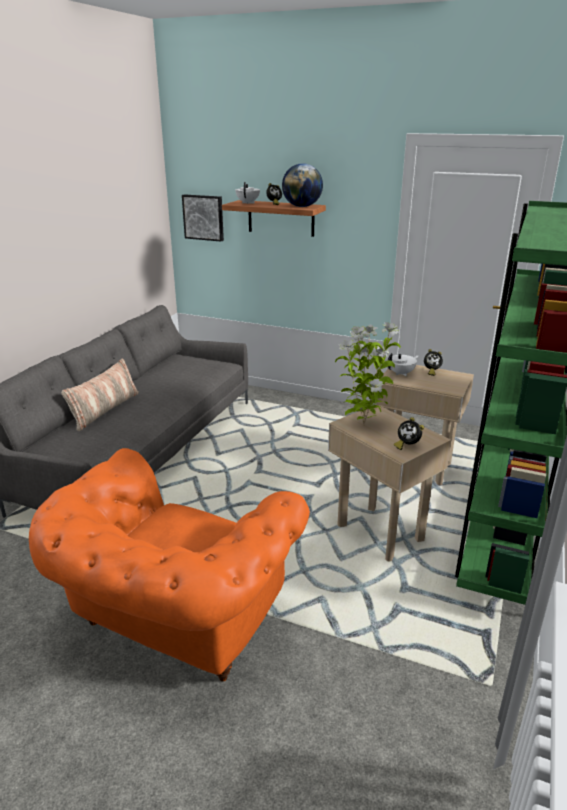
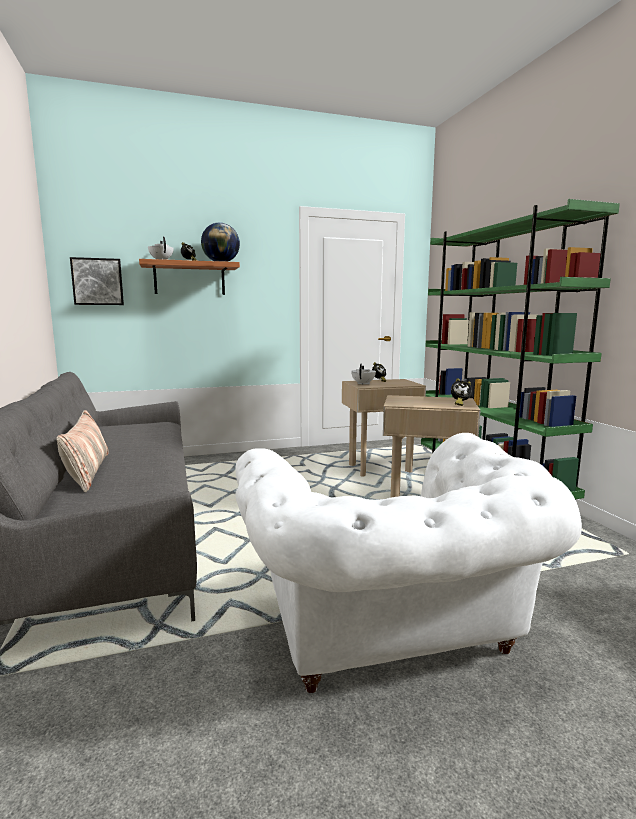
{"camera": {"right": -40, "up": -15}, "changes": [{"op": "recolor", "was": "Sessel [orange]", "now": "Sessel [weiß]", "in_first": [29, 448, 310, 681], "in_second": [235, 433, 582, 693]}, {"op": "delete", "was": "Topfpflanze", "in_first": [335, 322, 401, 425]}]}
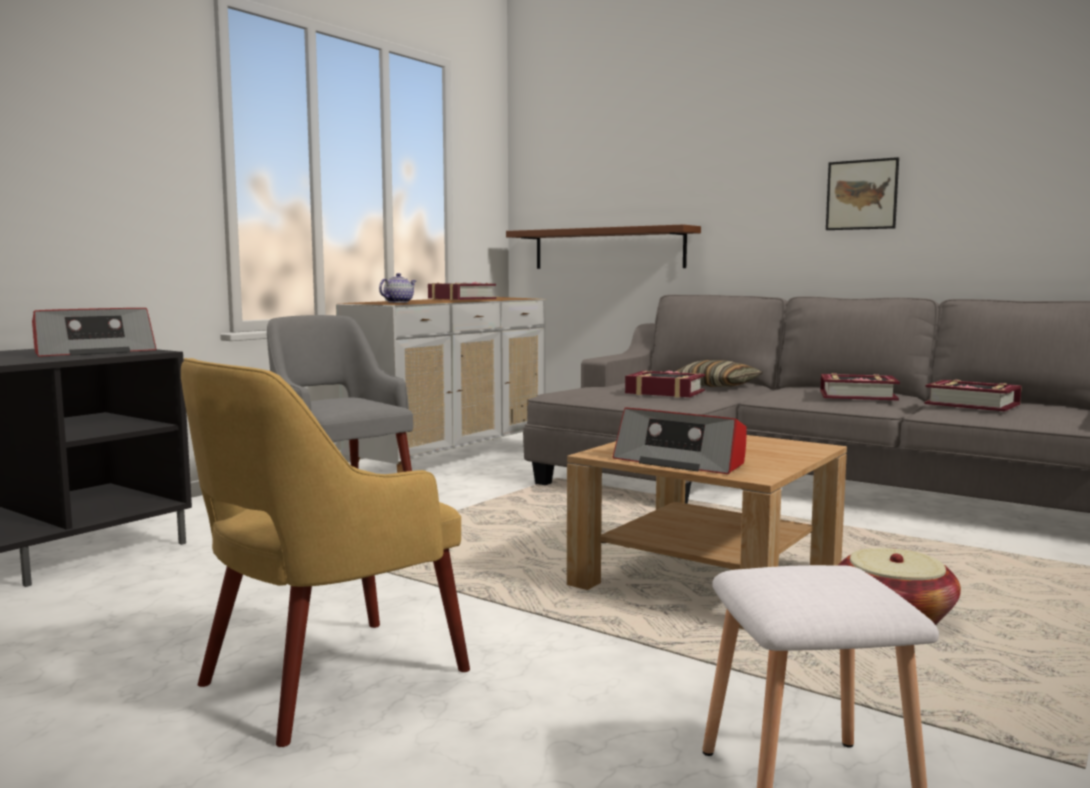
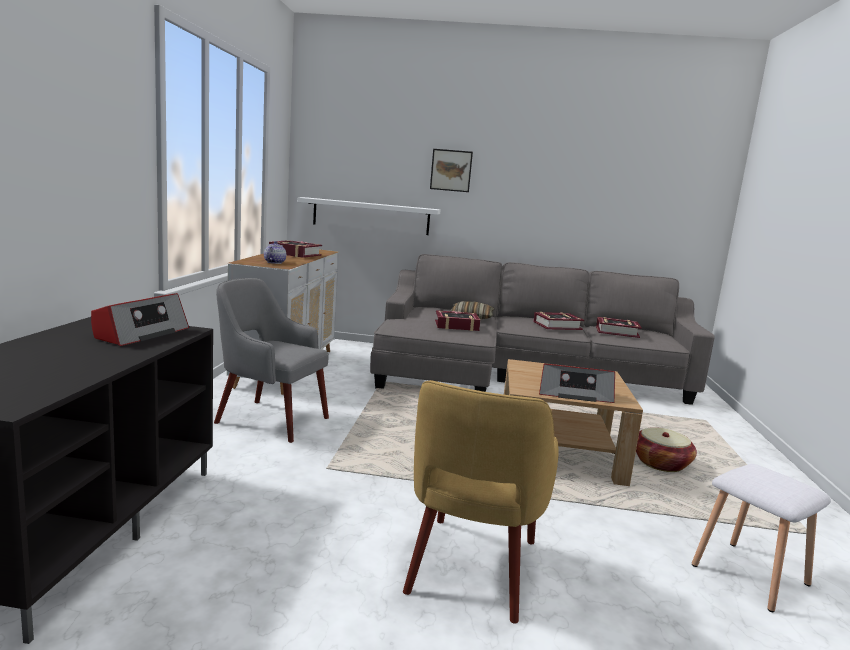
{"camera": {"right": -30, "up": 5}, "changes": [{"op": "recolor", "was": "Wandregal [braun]", "now": "Wandregal [weiß]", "in_first": [506, 224, 701, 269], "in_second": [297, 197, 441, 235]}, {"op": "move", "was": "Bild", "in_first": [826, 157, 899, 230], "in_second": [430, 149, 473, 192]}]}
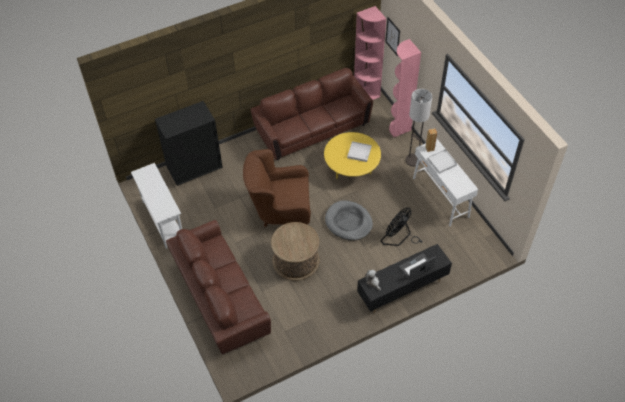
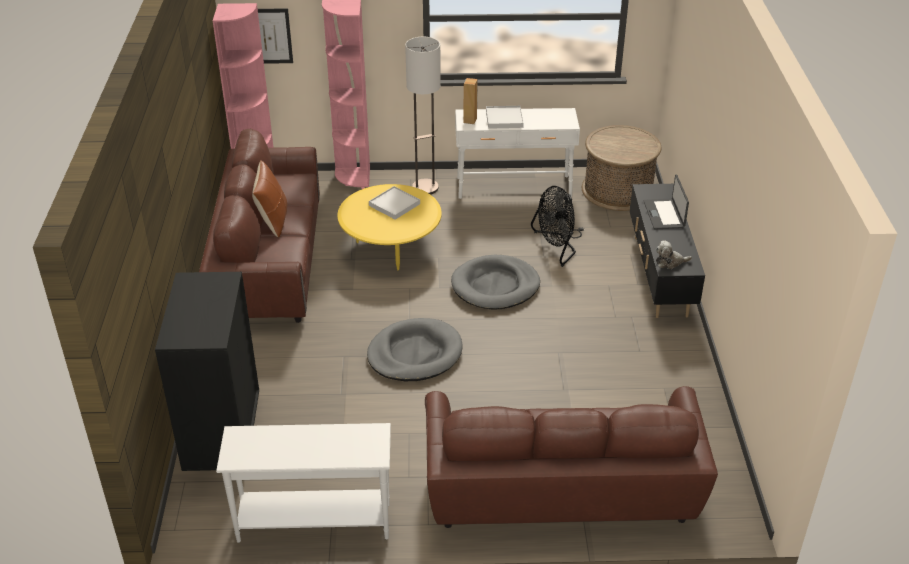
{"camera": {"right": -65, "up": -15}, "changes": [{"op": "insert", "now": "Kissen [braun]", "in_second": [252, 160, 287, 238]}, {"op": "replace", "was": "Sessel [braun]", "now": "Hundebett [grau]", "in_first": [243, 149, 311, 227], "in_second": [367, 318, 463, 381]}, {"op": "move", "was": "Couchtisch [braun]", "in_first": [271, 222, 320, 281], "in_second": [582, 125, 661, 211]}]}
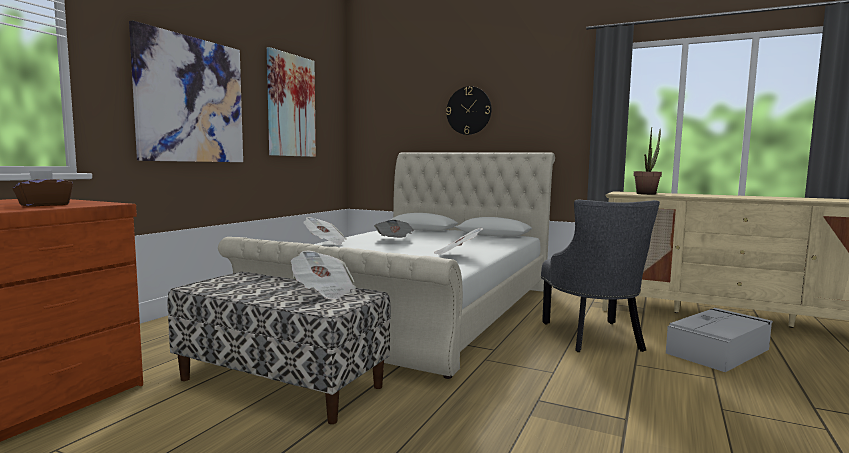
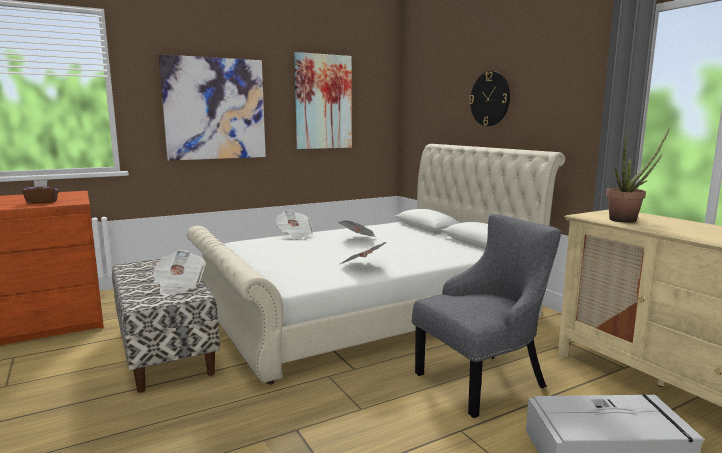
{"camera": {"right": 35, "up": 5}, "changes": [{"op": "rotate", "was": "Sessel [grau]", "in_first": [541, 200, 660, 352], "in_second": [411, 214, 561, 418], "clockwise": -150}]}
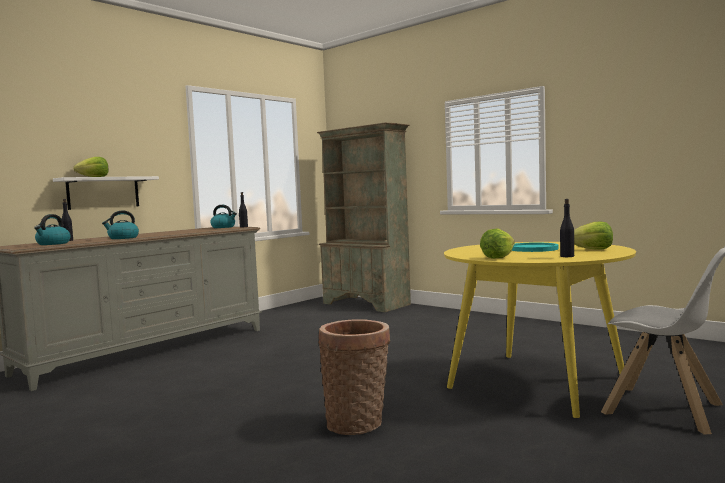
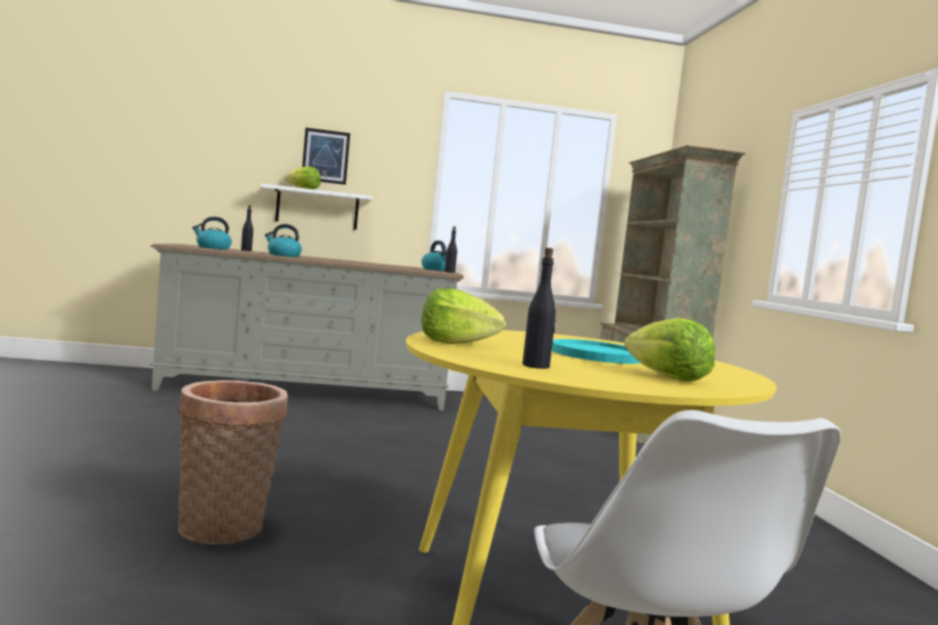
{"camera": {"right": 40, "up": 0}, "changes": [{"op": "insert", "now": "Bild", "in_second": [302, 128, 350, 185]}]}
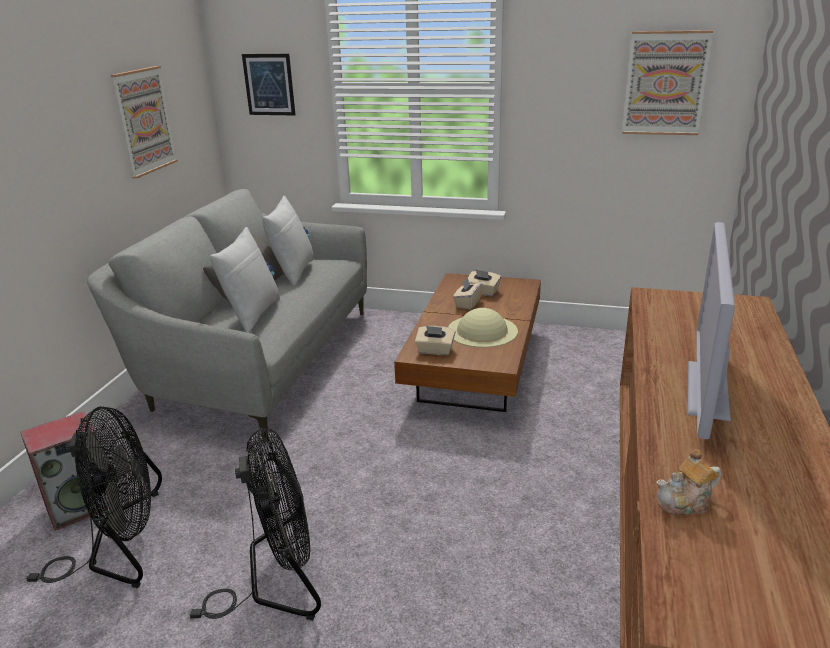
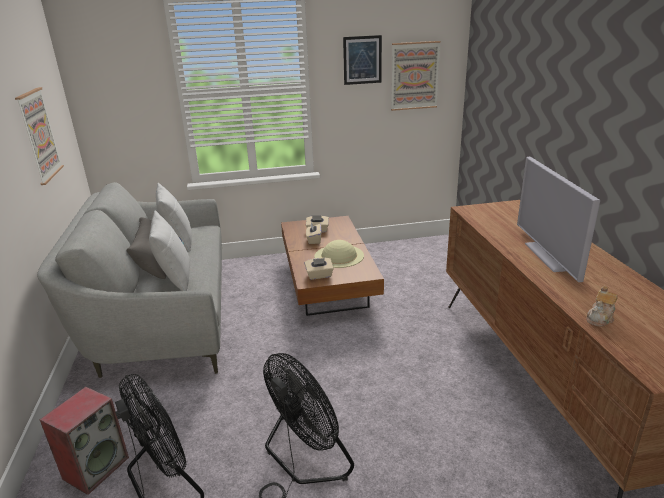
{"camera": {"right": -25, "up": 0}, "changes": [{"op": "move", "was": "Bild", "in_first": [242, 54, 295, 116], "in_second": [343, 35, 382, 85]}]}
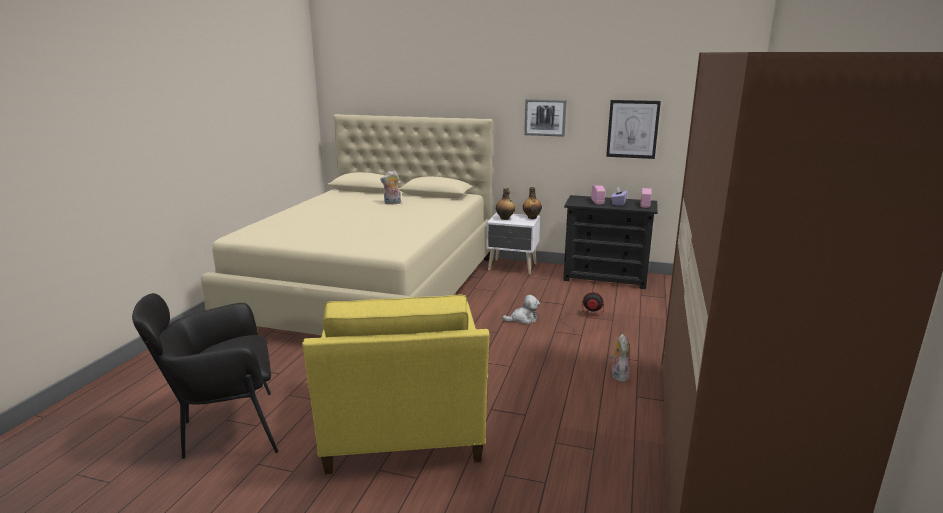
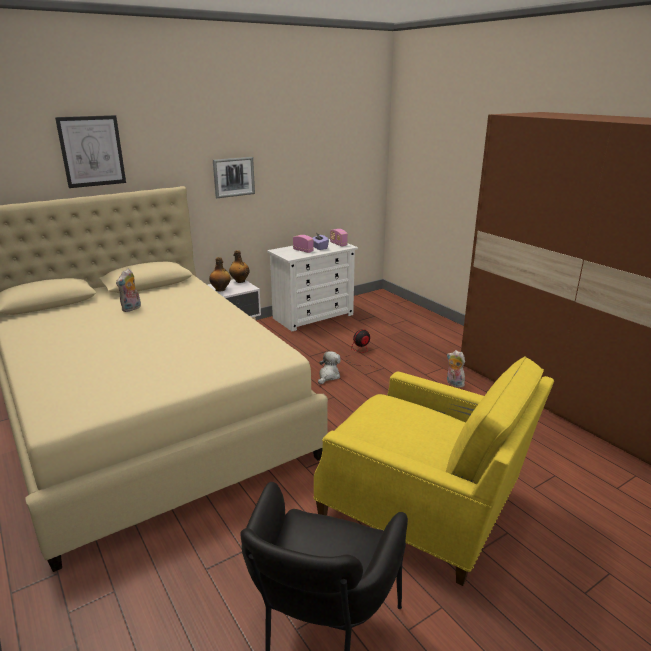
{"camera": {"right": -50, "up": 5}, "changes": [{"op": "move", "was": "Bild", "in_first": [606, 100, 661, 159], "in_second": [55, 115, 126, 188]}, {"op": "recolor", "was": "Kommode [schwarz]", "now": "Kommode [weiß]", "in_first": [563, 195, 658, 289], "in_second": [267, 239, 358, 331]}]}
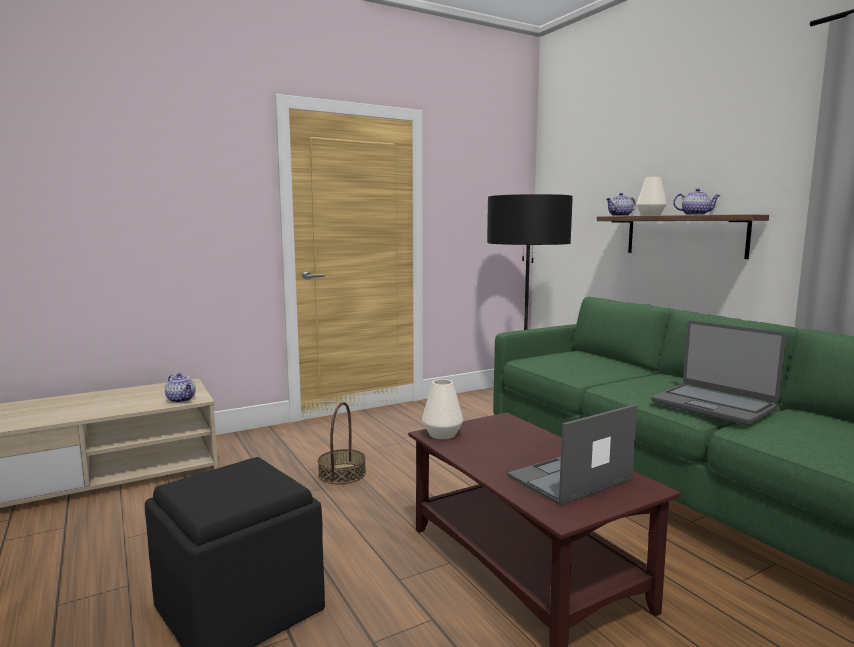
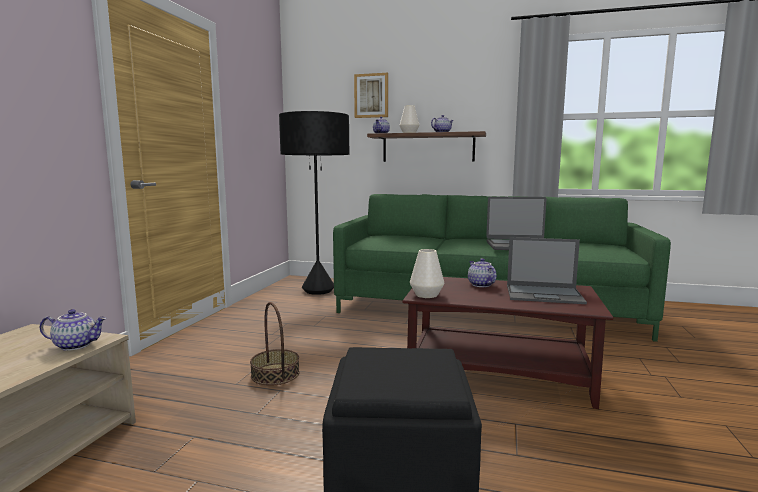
{"camera": {"right": -45, "up": 0}, "changes": [{"op": "insert", "now": "Bild", "in_second": [354, 73, 388, 118]}, {"op": "insert", "now": "Teekanne", "in_second": [468, 258, 496, 287]}, {"op": "rotate", "was": "Laptop", "in_first": [507, 404, 637, 506], "in_second": [507, 237, 587, 304], "clockwise": -90}]}
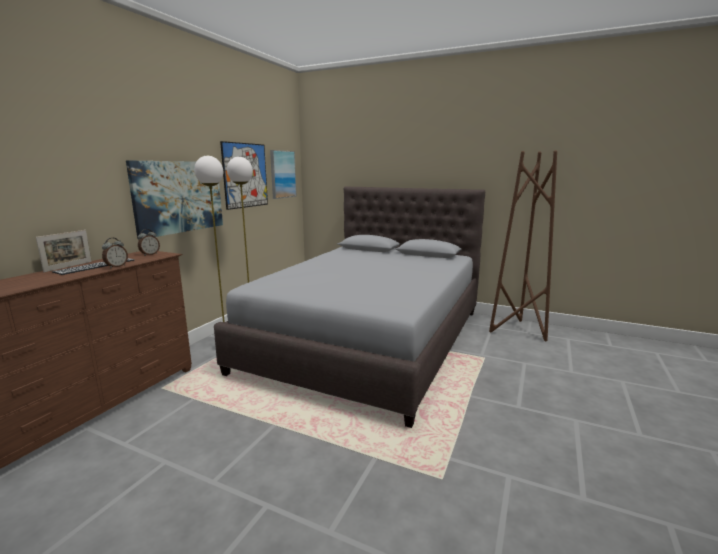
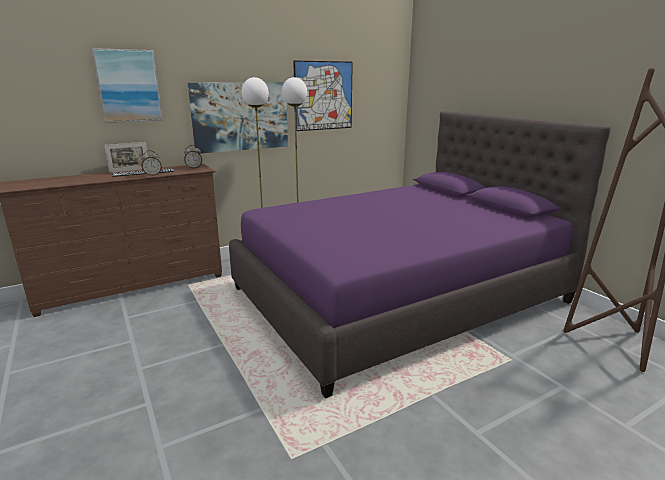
{"camera": {"right": 35, "up": 5}, "changes": [{"op": "move", "was": "Bild", "in_first": [270, 150, 297, 199], "in_second": [92, 48, 163, 123]}, {"op": "recolor", "was": "Bett [grau]", "now": "Bett [lila]", "in_first": [214, 186, 485, 428], "in_second": [229, 111, 611, 398]}]}
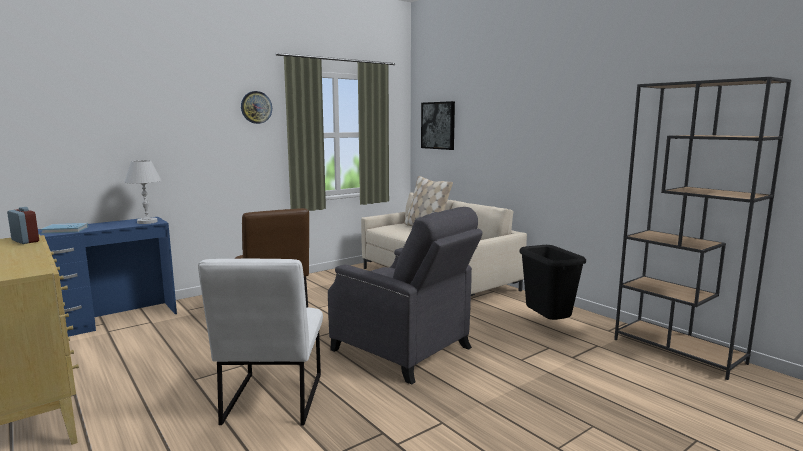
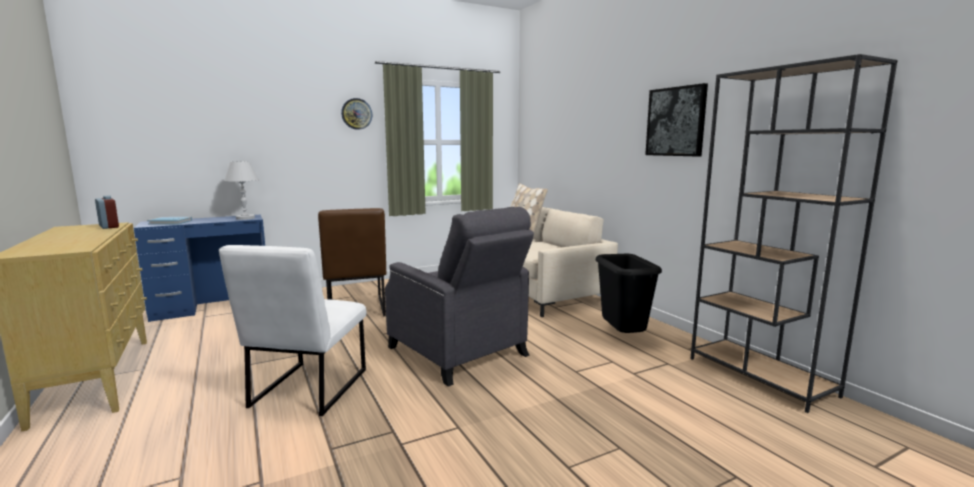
{"camera": {"right": 10, "up": 0}, "changes": [{"op": "move", "was": "Bild", "in_first": [421, 101, 455, 150], "in_second": [645, 83, 708, 157]}]}
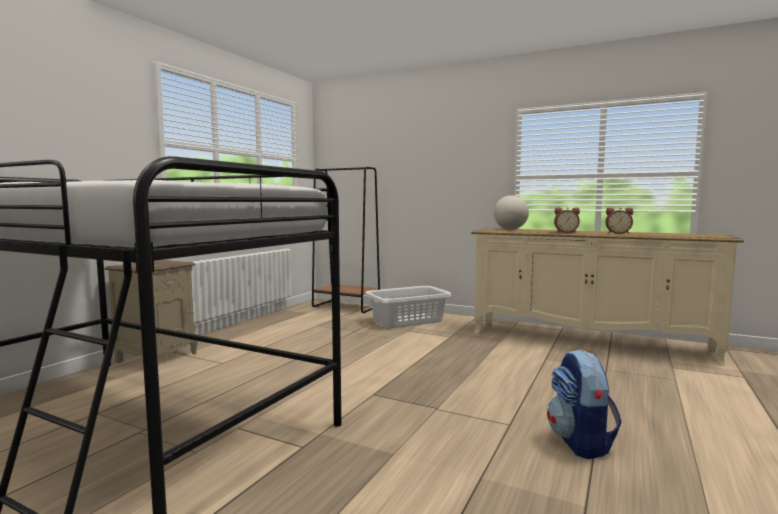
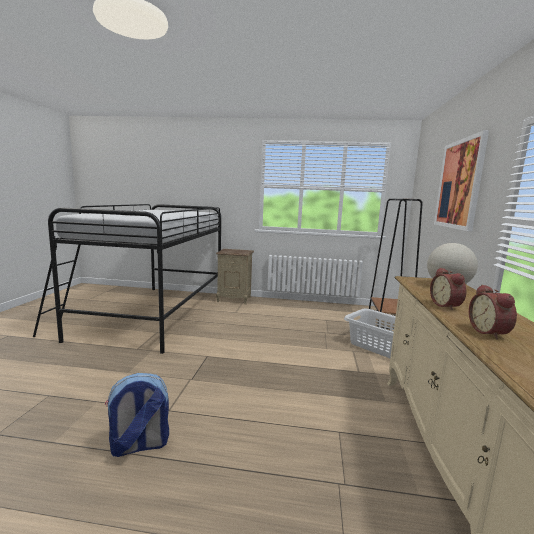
{"camera": {"right": 70, "up": 5}, "changes": [{"op": "insert", "now": "Bild", "in_second": [434, 130, 489, 231]}]}
